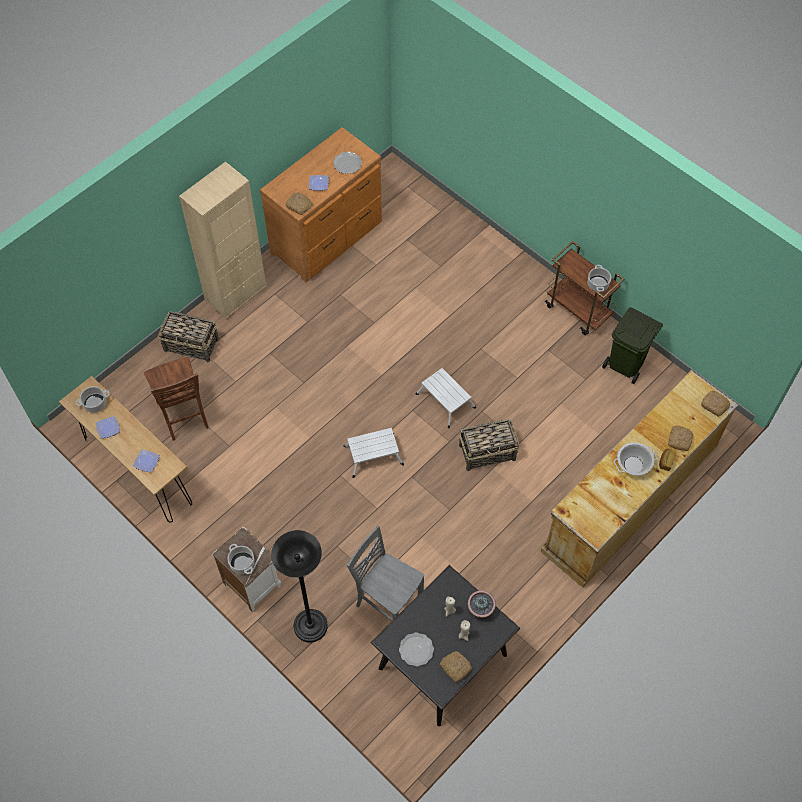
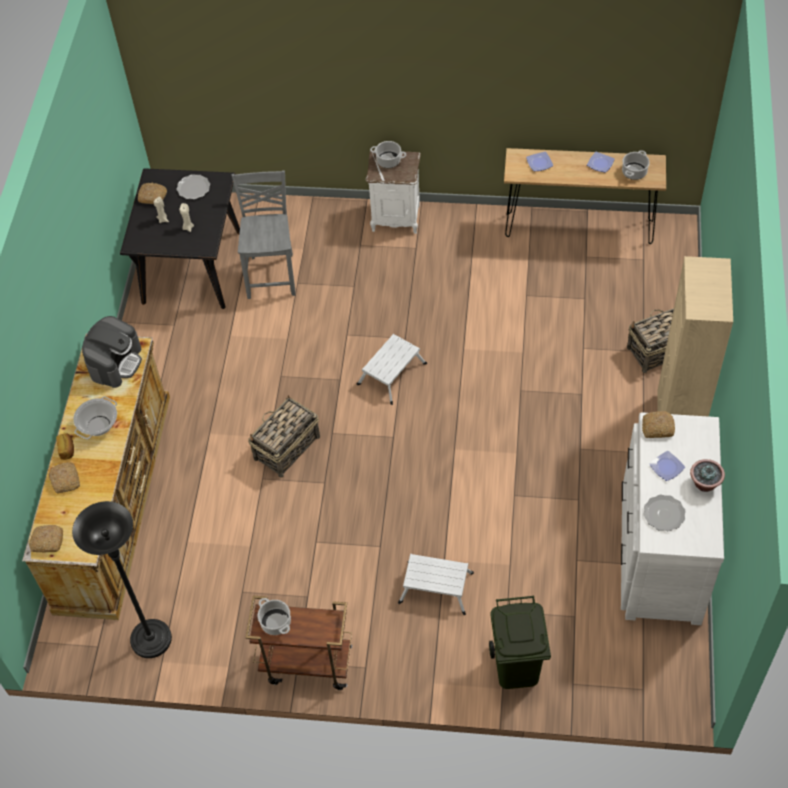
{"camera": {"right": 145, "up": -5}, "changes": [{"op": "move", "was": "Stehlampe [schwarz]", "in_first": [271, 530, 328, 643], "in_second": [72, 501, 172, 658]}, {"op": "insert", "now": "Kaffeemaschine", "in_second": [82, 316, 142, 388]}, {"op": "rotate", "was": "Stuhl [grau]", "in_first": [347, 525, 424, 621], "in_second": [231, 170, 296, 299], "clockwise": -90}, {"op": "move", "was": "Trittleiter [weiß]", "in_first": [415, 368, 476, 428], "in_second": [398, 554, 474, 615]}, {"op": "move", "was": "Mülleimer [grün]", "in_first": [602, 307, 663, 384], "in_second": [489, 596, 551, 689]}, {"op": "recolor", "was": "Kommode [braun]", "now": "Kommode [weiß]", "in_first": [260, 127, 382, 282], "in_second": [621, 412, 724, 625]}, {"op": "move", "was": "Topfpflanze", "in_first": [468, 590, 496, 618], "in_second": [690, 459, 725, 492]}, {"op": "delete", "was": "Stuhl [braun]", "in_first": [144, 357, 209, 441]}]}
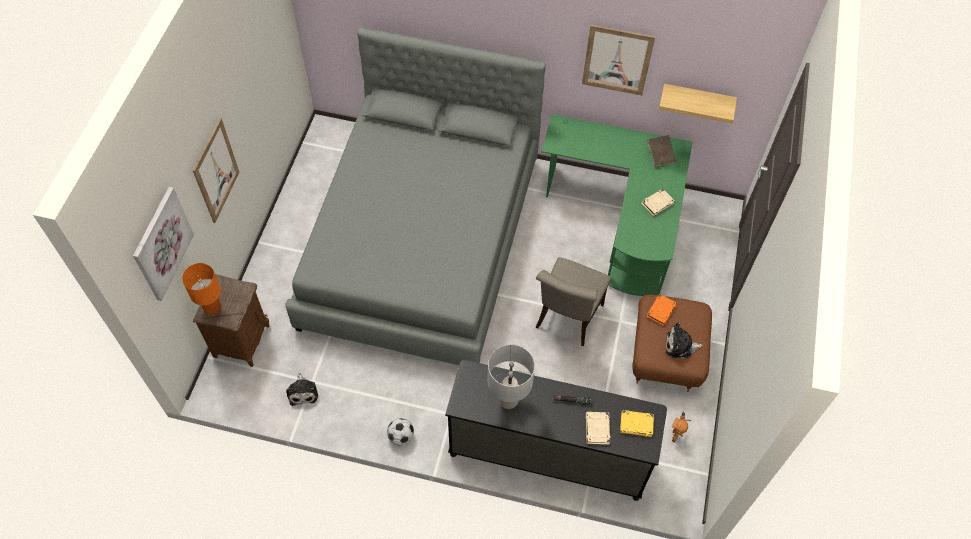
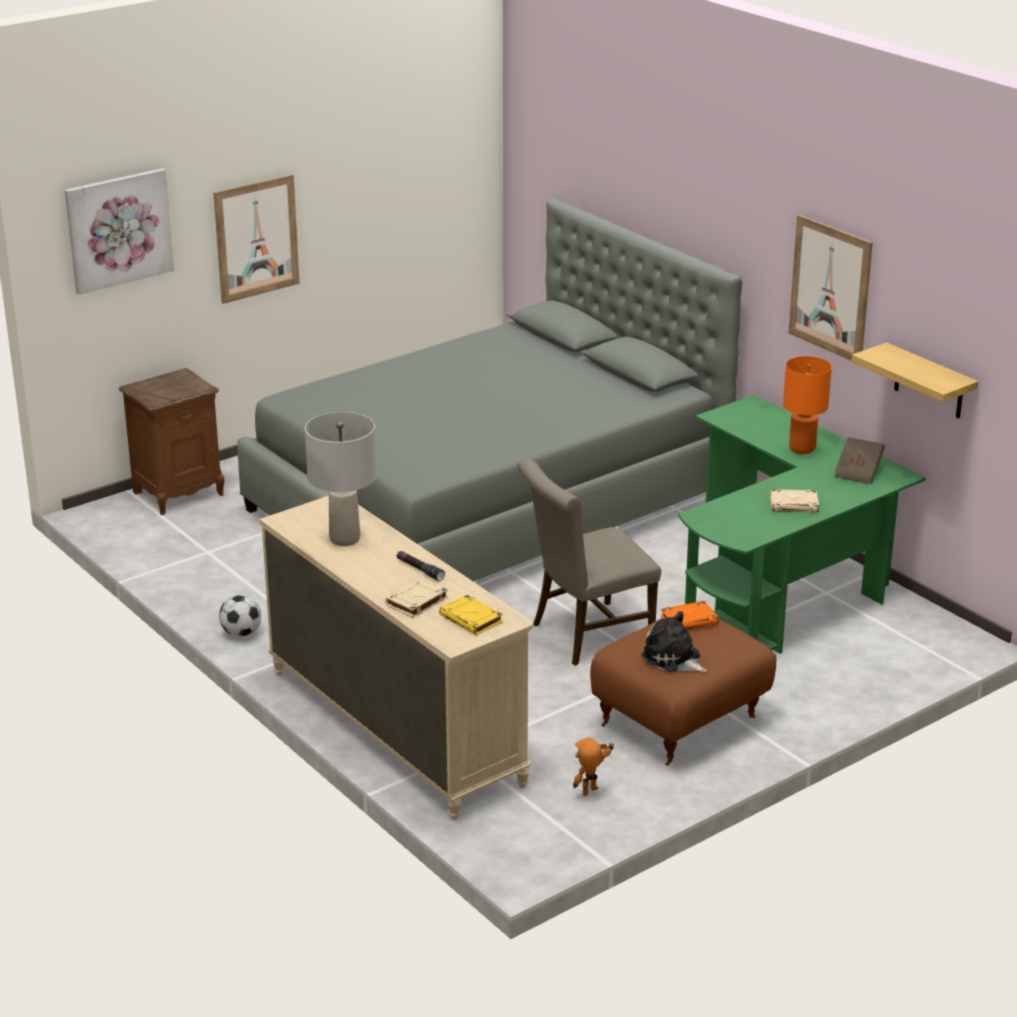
{"camera": {"right": 40, "up": -30}, "changes": [{"op": "recolor", "was": "Kommode [schwarz]", "now": "Kommode [beige]", "in_first": [445, 360, 667, 501], "in_second": [259, 496, 533, 820]}, {"op": "move", "was": "Tischlampe [orange]", "in_first": [182, 263, 221, 315], "in_second": [783, 356, 832, 454]}, {"op": "delete", "was": "Plüschtier", "in_first": [286, 373, 318, 406]}]}
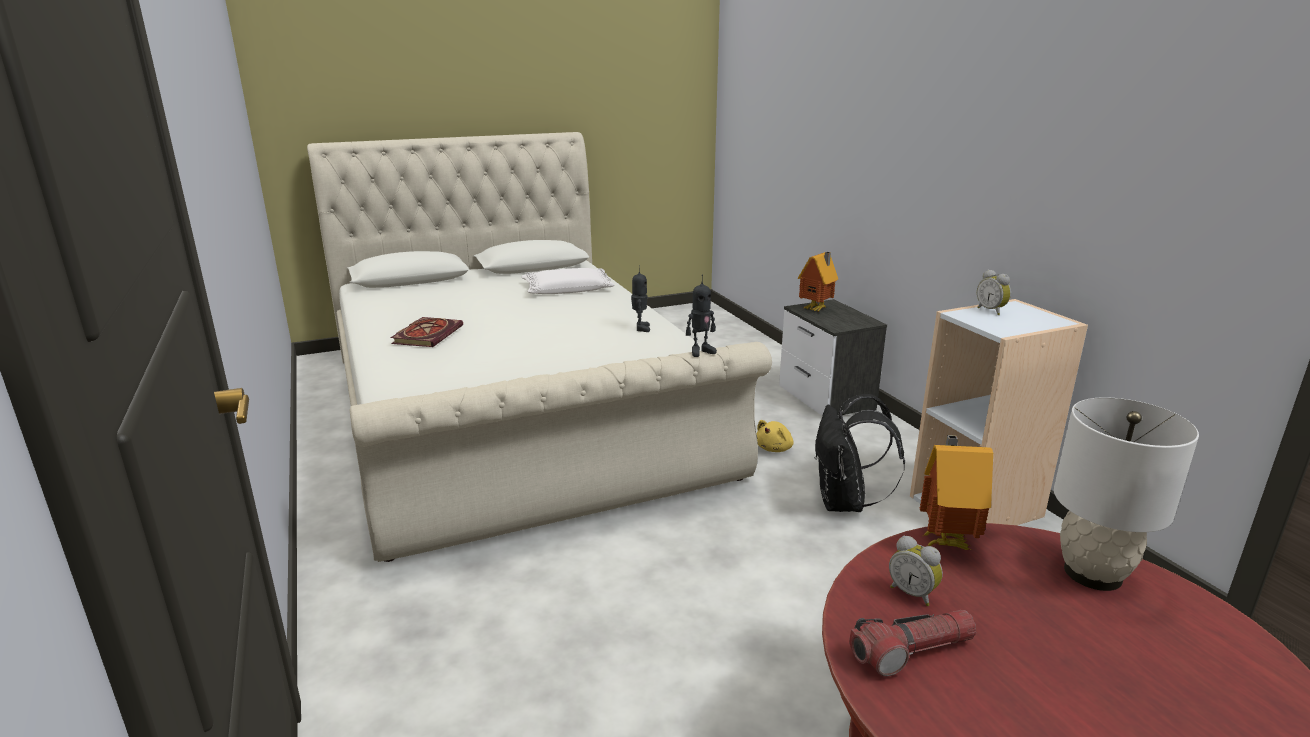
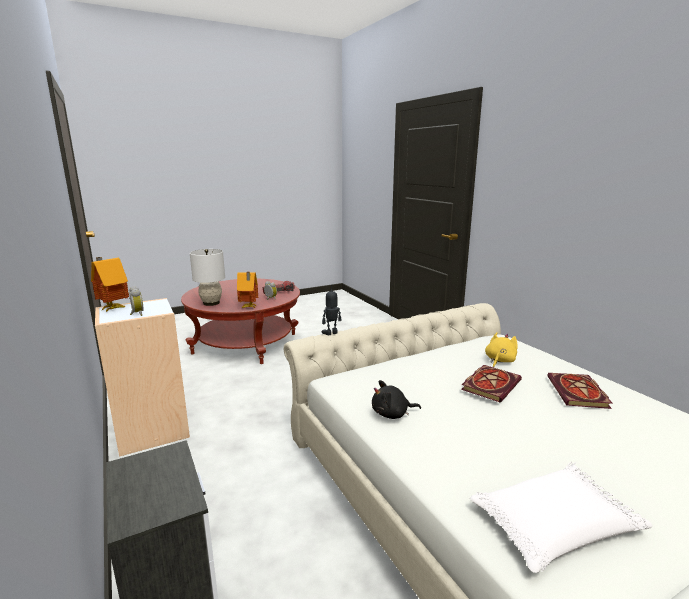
{"camera": {"right": 175, "up": -5}, "changes": [{"op": "move", "was": "Spielzeughaus", "in_first": [798, 252, 838, 312], "in_second": [91, 257, 129, 313]}, {"op": "replace", "was": "Spielzeugroboter", "now": "Plüschtier [schwarz]", "in_first": [631, 265, 650, 332], "in_second": [372, 380, 421, 419]}, {"op": "insert", "now": "Buch", "in_second": [461, 365, 522, 403]}, {"op": "move", "was": "Plüschtier [gelb]", "in_first": [756, 420, 794, 452], "in_second": [485, 332, 518, 368]}, {"op": "delete", "was": "Rucksack [schwarz]", "in_first": [815, 394, 905, 512]}]}
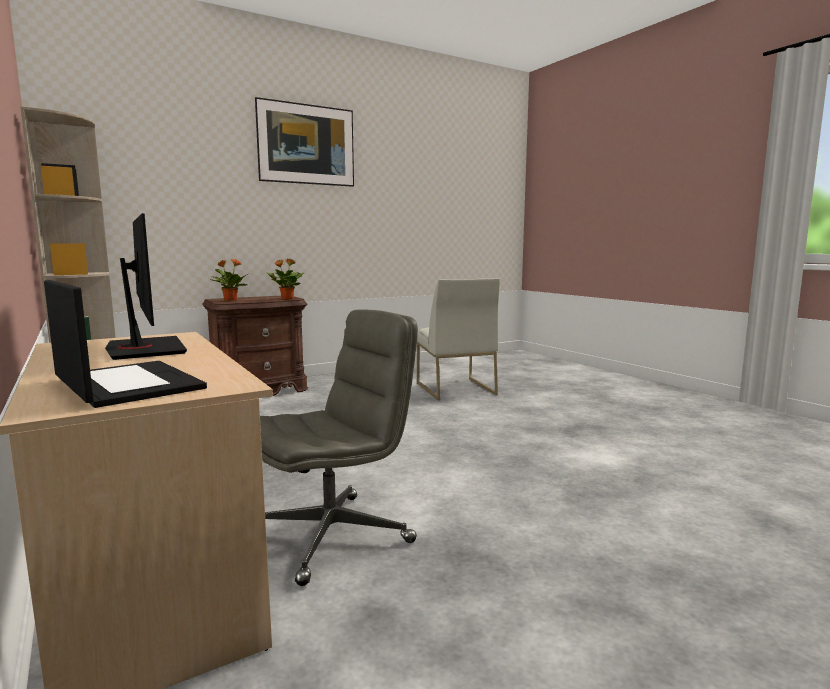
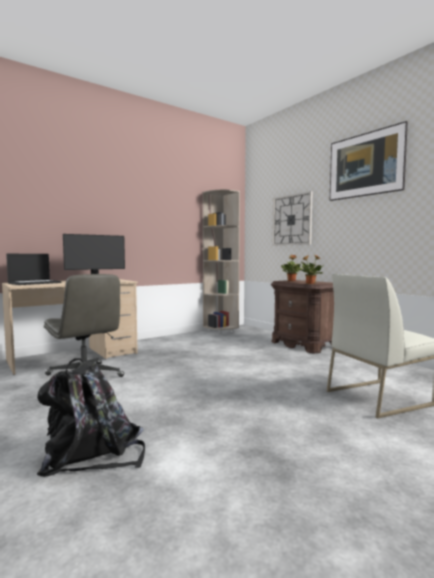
{"camera": {"right": 85, "up": -5}, "changes": [{"op": "insert", "now": "Rucksack [schwarz]", "in_second": [37, 358, 145, 477]}, {"op": "insert", "now": "Wanduhr", "in_second": [272, 191, 313, 246]}]}
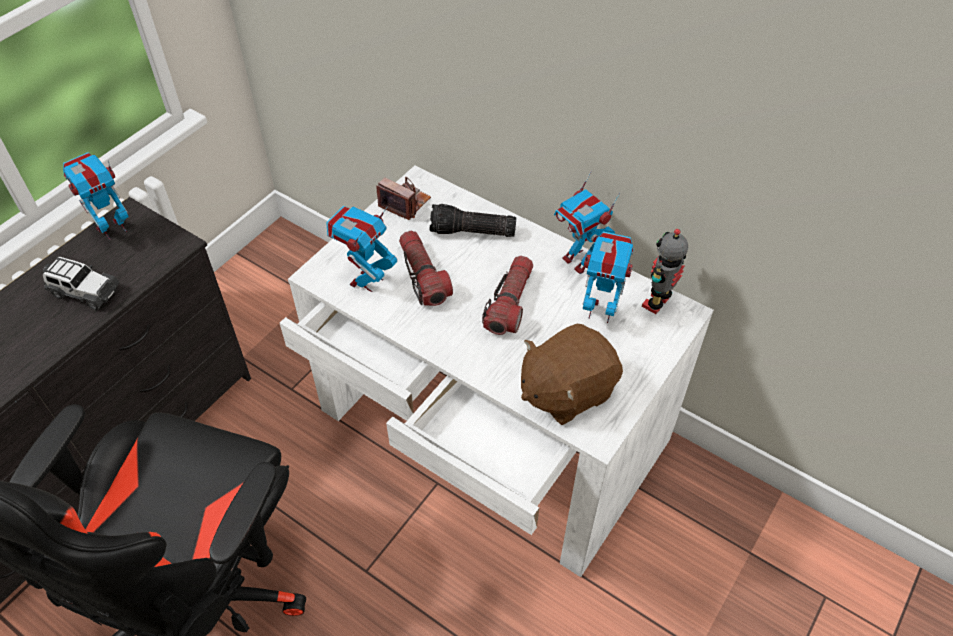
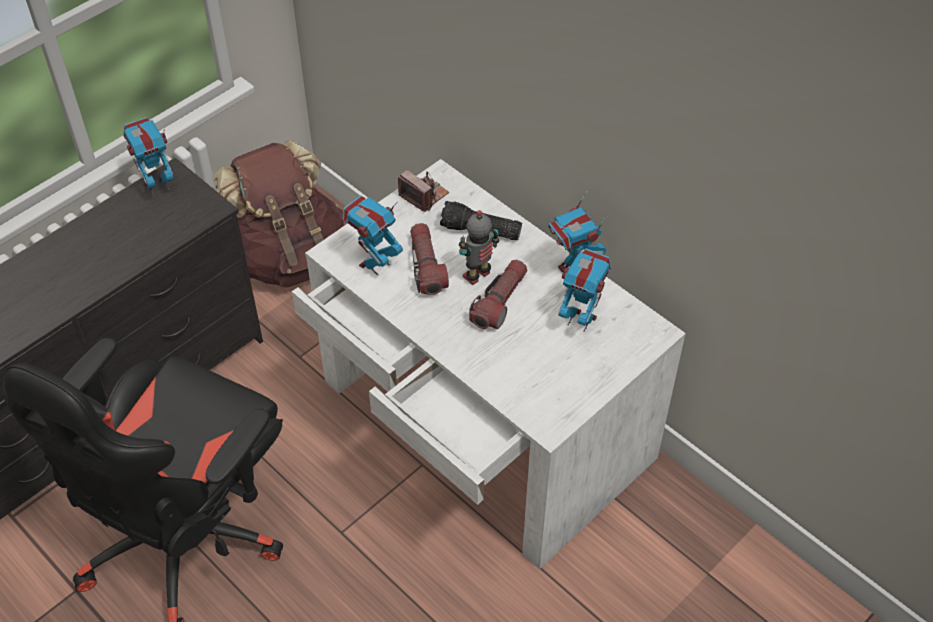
{"camera": {"right": 10, "up": 0}, "changes": [{"op": "insert", "now": "Rucksack [braun]", "in_second": [213, 140, 345, 288]}, {"op": "move", "was": "Spielzeugroboter", "in_first": [642, 228, 688, 314], "in_second": [459, 210, 499, 285]}, {"op": "delete", "was": "Spielzeugauto", "in_first": [43, 256, 120, 310]}, {"op": "delete", "was": "Plüschtier [braun]", "in_first": [521, 324, 623, 425]}]}
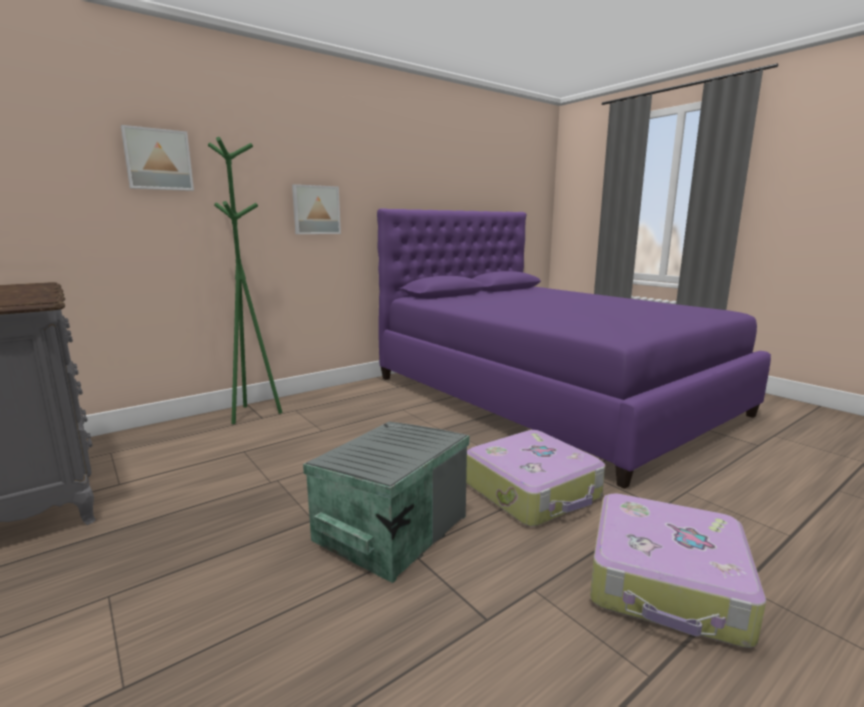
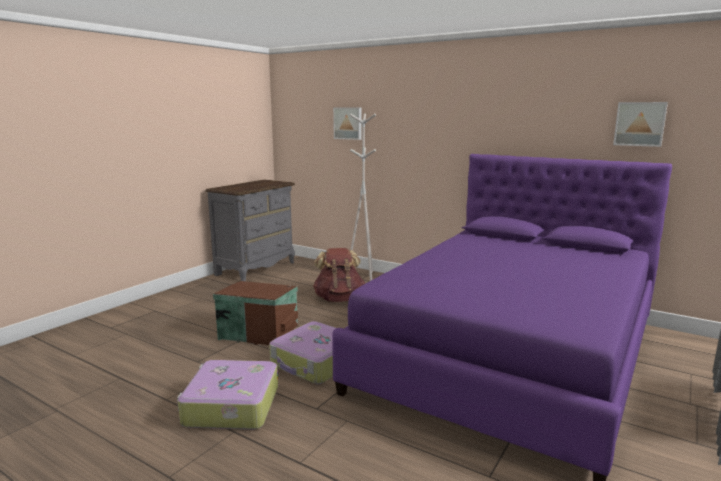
{"camera": {"right": 70, "up": 0}, "changes": [{"op": "recolor", "was": "Aufbewahrungsbox [grau]", "now": "Aufbewahrungsbox [braun]", "in_first": [303, 422, 470, 583], "in_second": [213, 281, 298, 345]}, {"op": "insert", "now": "Rucksack [braun]", "in_second": [313, 248, 365, 302]}, {"op": "recolor", "was": "Kleiderständer [grün]", "now": "Kleiderständer [grau]", "in_first": [208, 137, 283, 424], "in_second": [350, 113, 376, 281]}, {"op": "move", "was": "Bild", "in_first": [292, 184, 341, 234], "in_second": [613, 102, 668, 147]}]}
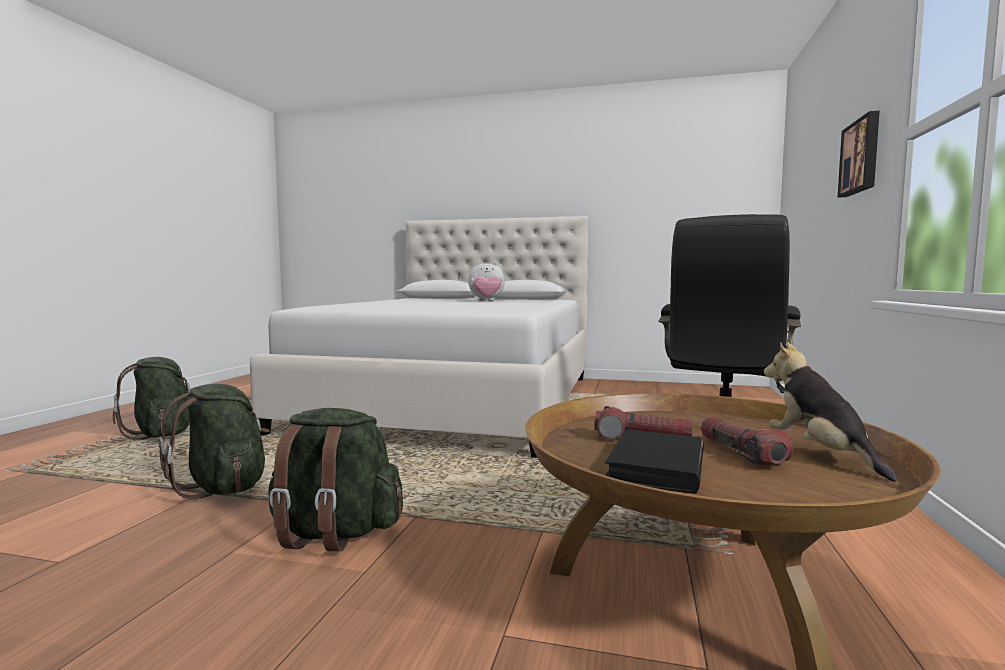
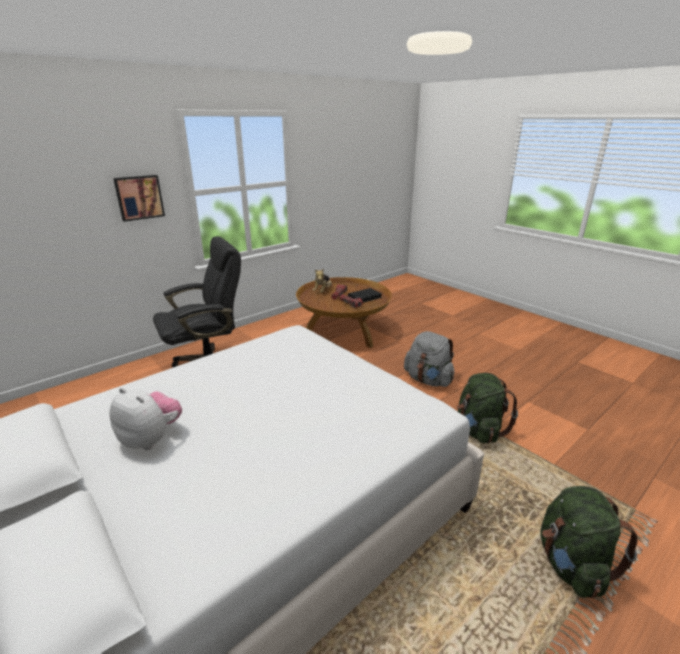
{"camera": {"right": -145, "up": 20}, "changes": [{"op": "recolor", "was": "Rucksack [grün]", "now": "Rucksack [grau]", "in_first": [269, 408, 403, 551], "in_second": [404, 331, 454, 387]}]}
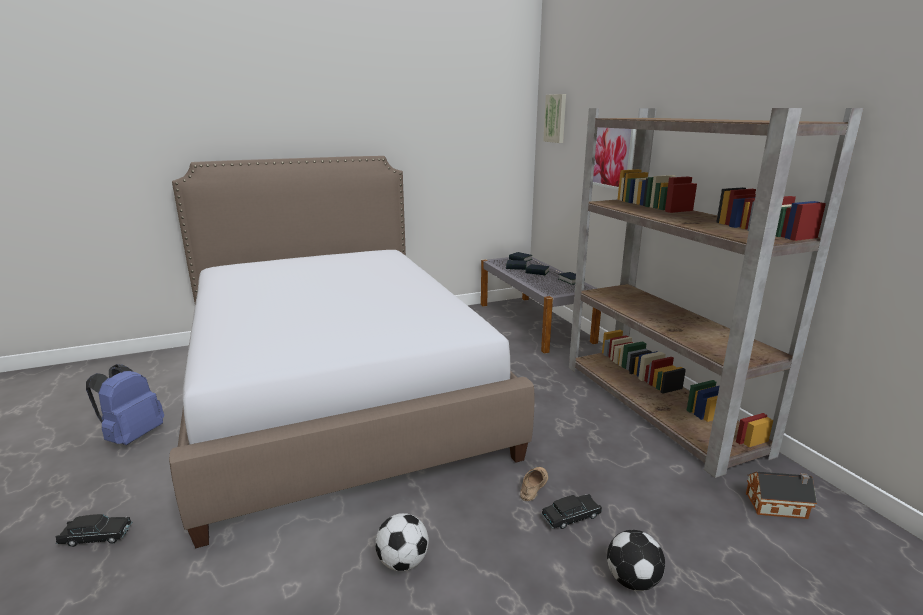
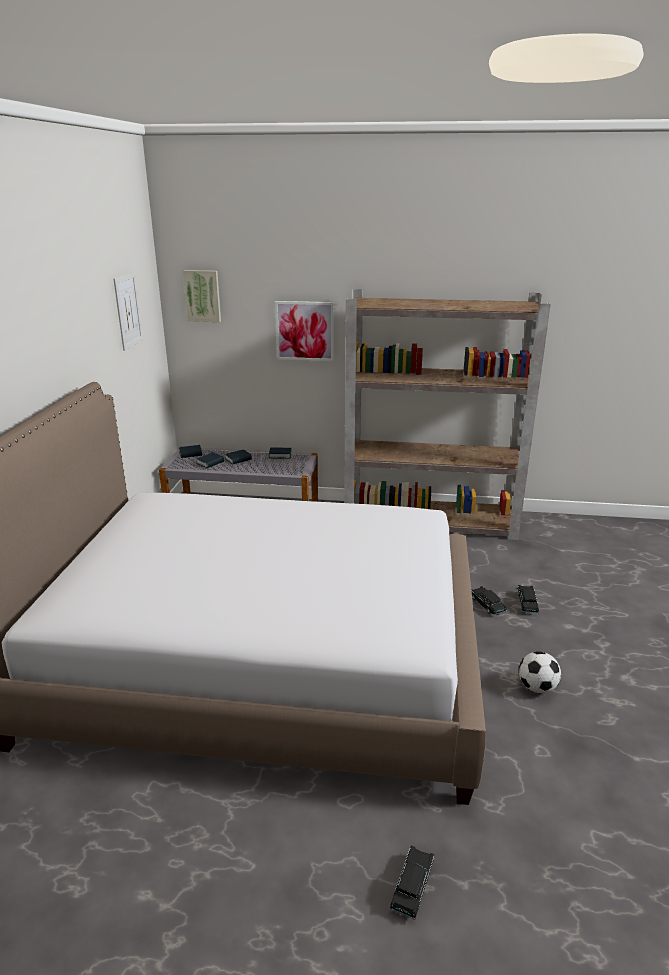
{"camera": {"right": -60, "up": 5}, "changes": [{"op": "insert", "now": "Bild", "in_second": [113, 272, 143, 351]}, {"op": "replace", "was": "Schuh [beige]", "now": "Spielzeugauto [schwarz]", "in_first": [520, 467, 548, 501], "in_second": [471, 586, 506, 615]}, {"op": "delete", "was": "Rucksack [blau]", "in_first": [86, 364, 164, 445]}, {"op": "delete", "was": "Fußball", "in_first": [607, 530, 665, 591]}, {"op": "delete", "was": "Spielzeughaus", "in_first": [746, 472, 817, 519]}]}
